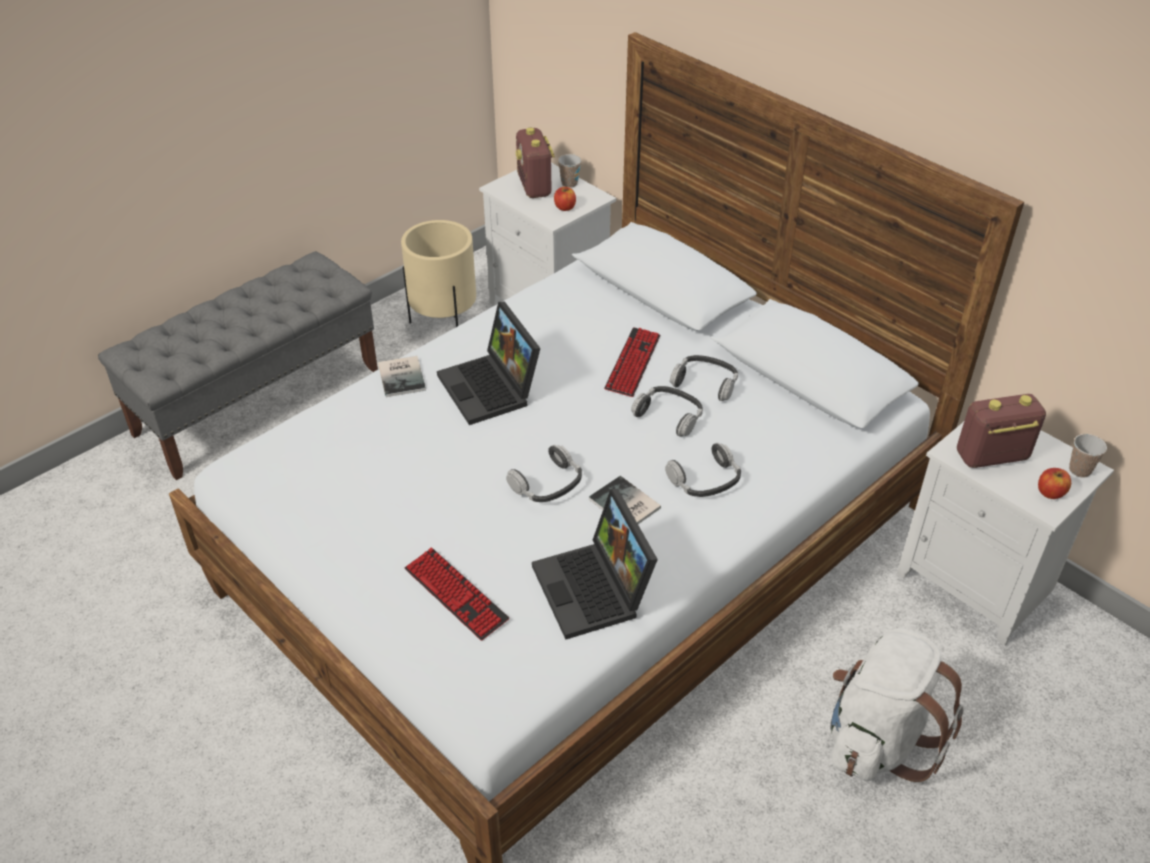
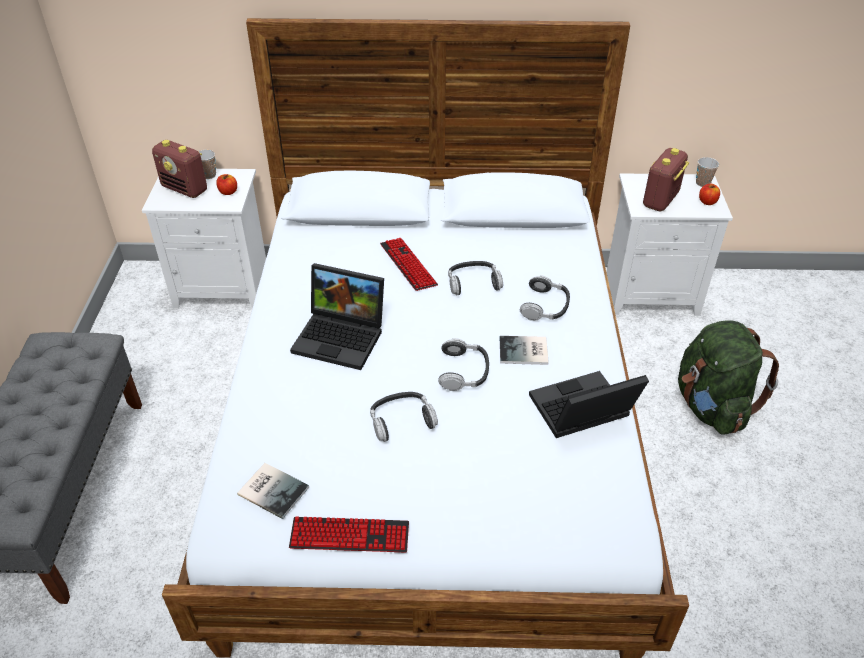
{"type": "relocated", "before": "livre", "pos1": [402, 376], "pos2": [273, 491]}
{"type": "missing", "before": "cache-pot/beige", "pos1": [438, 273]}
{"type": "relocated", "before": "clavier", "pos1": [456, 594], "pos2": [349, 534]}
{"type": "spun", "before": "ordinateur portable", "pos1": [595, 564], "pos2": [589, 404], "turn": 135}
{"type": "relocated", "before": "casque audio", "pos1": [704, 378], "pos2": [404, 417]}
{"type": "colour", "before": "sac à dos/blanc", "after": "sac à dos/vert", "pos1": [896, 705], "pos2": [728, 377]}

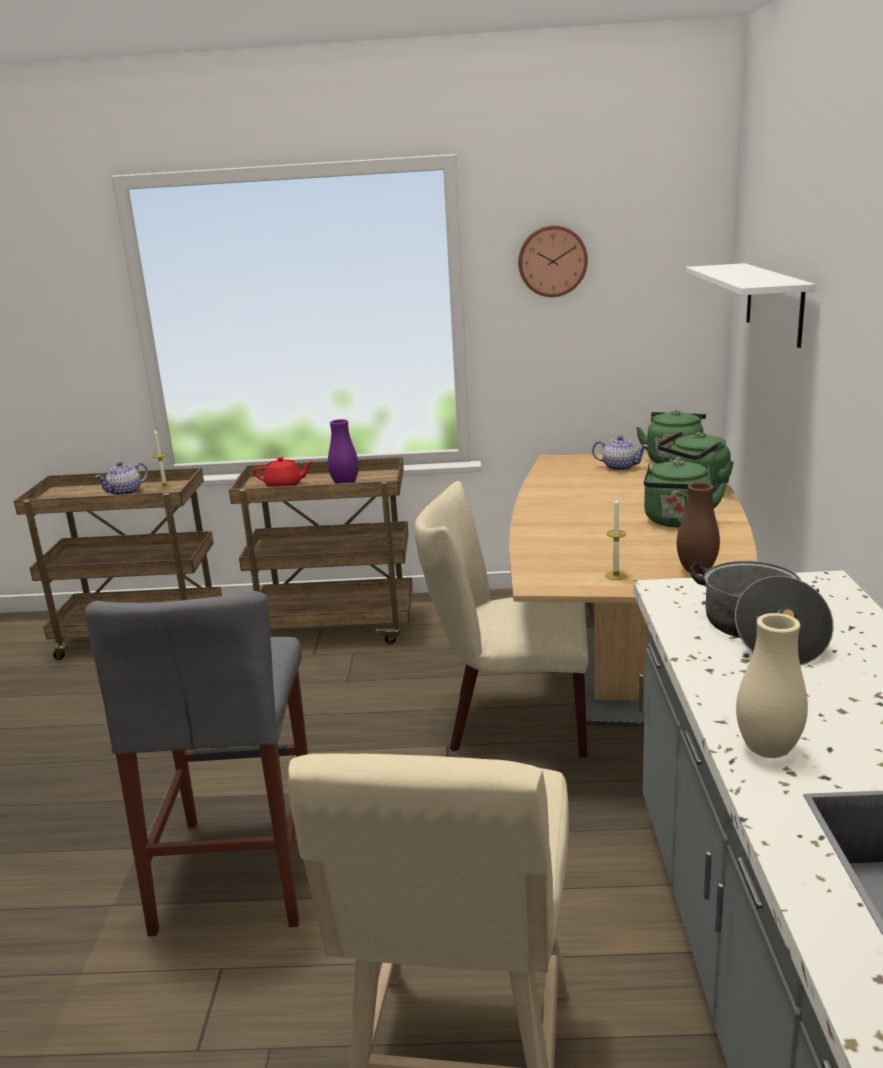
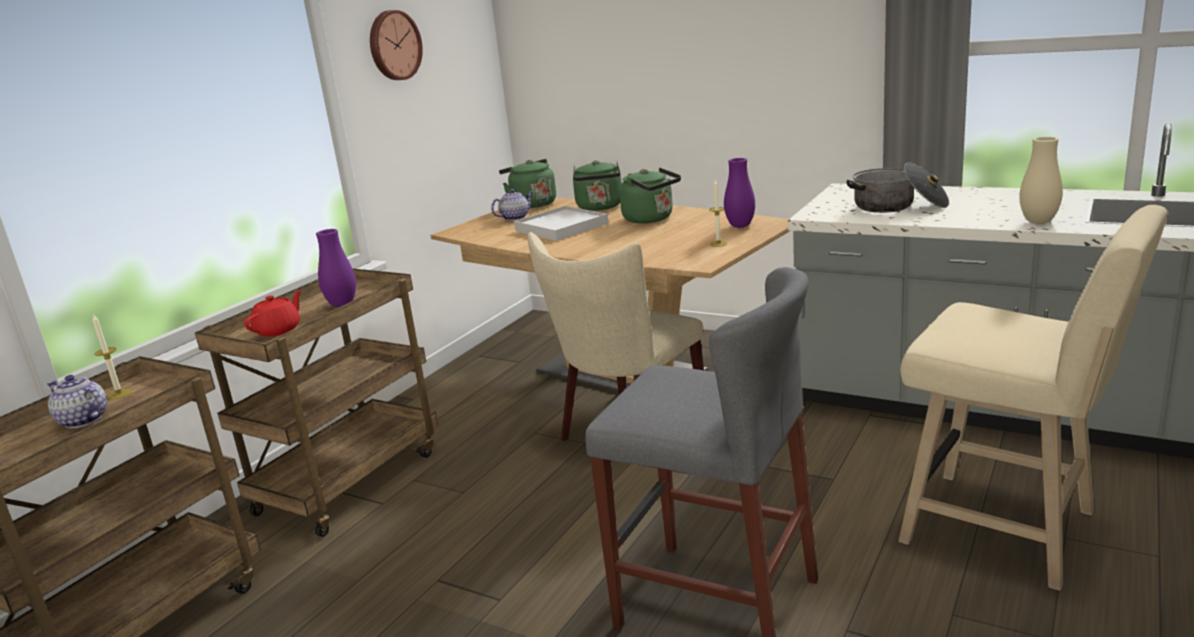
{"type": "spun", "before": "théière", "pos1": [121, 478], "pos2": [77, 401], "turn": 135}
{"type": "colour", "before": "vase/marron", "after": "vase/violet", "pos1": [698, 528], "pos2": [739, 193]}
{"type": "missing", "before": "étagère/blanc", "pos1": [750, 305]}
{"type": "appeared", "after": "plateau/blanc", "pos2": [561, 223]}

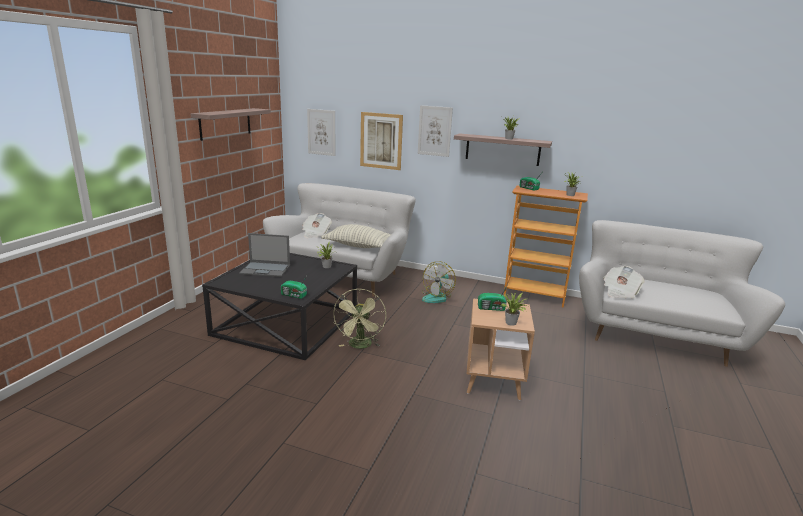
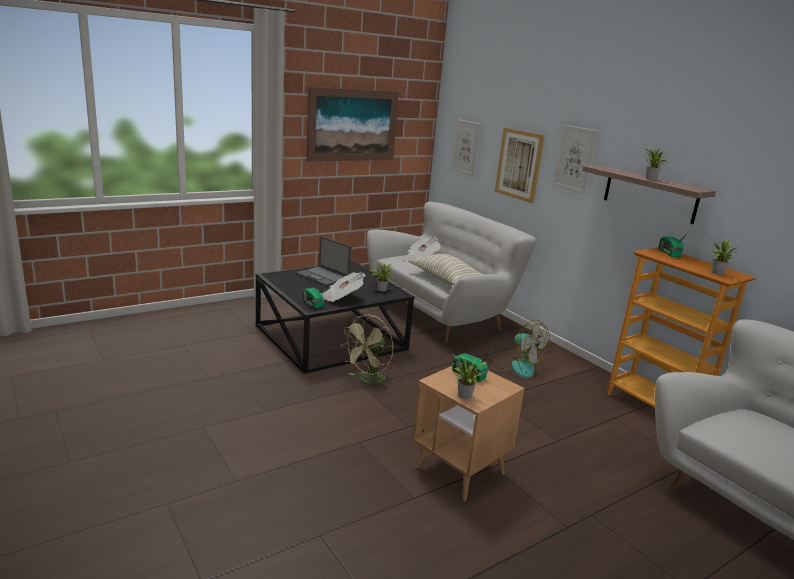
{"type": "exchanged", "before": "étagère", "after": "tableau", "pos1": [231, 124], "pos2": [352, 124]}
{"type": "spun", "before": "ventilateur", "pos1": [439, 282], "pos2": [521, 349], "turn": -105}
{"type": "relocated", "before": "journal", "pos1": [623, 282], "pos2": [344, 287]}

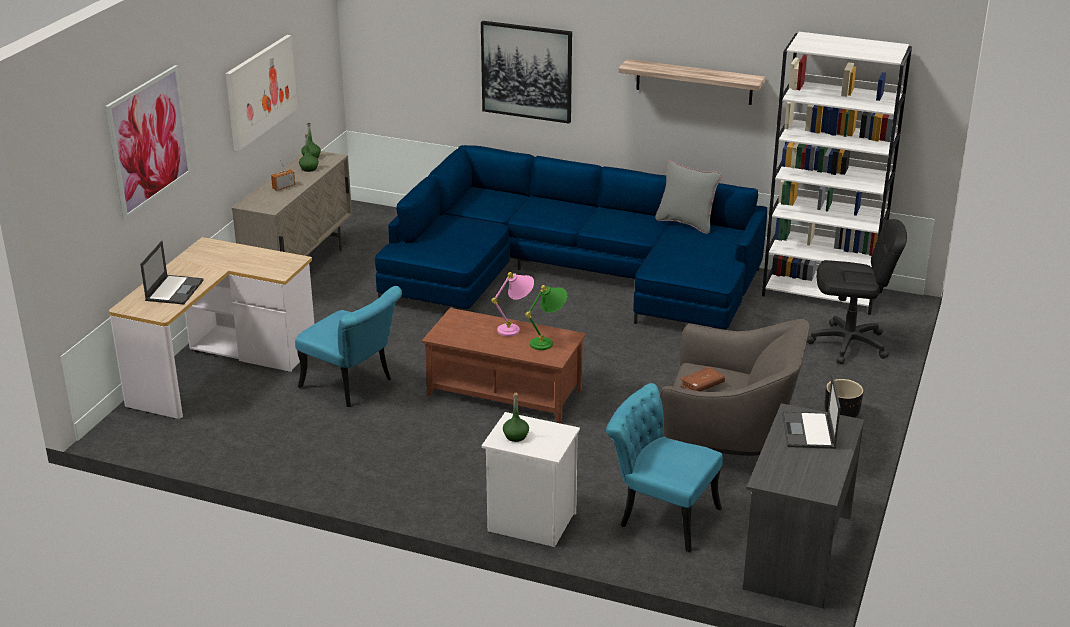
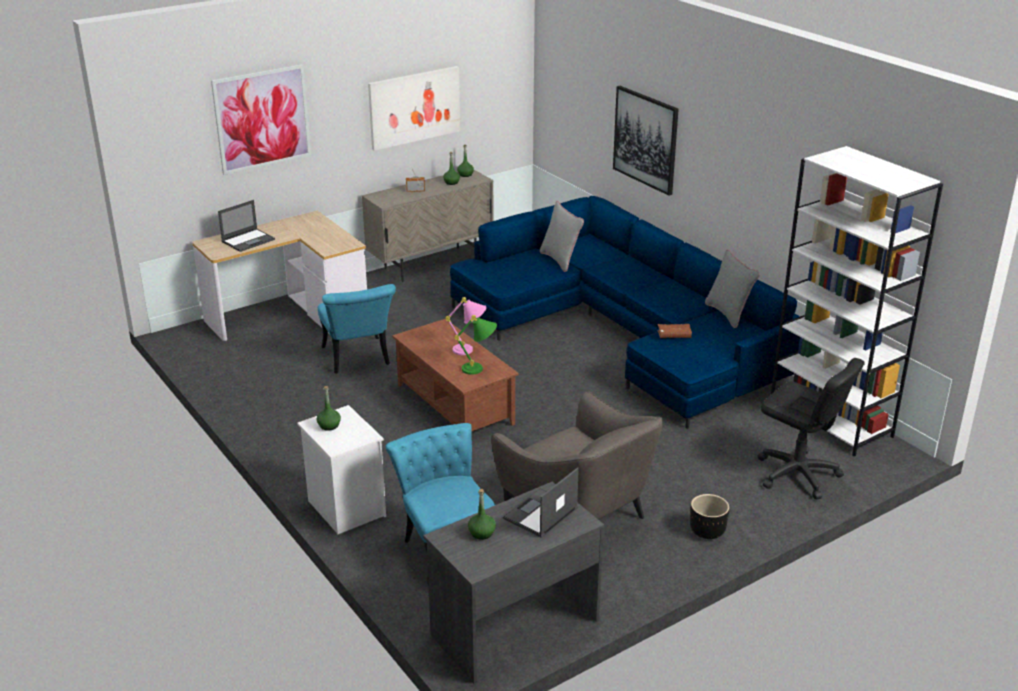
{"type": "missing", "before": "étagère", "pos1": [691, 82]}
{"type": "relocated", "before": "livre/marron", "pos1": [702, 379], "pos2": [675, 331]}
{"type": "appeared", "after": "bouteille/vert", "pos2": [482, 514]}
{"type": "appeared", "after": "coussin/gris", "pos2": [562, 236]}

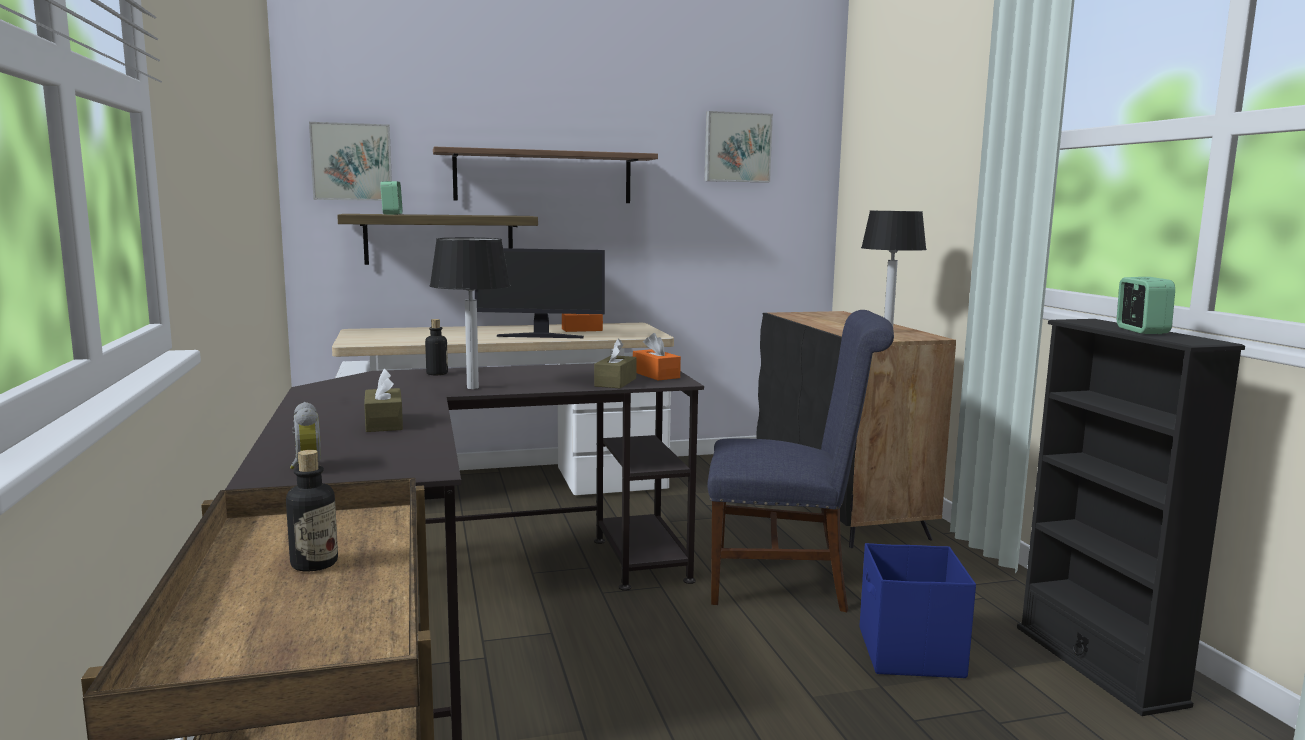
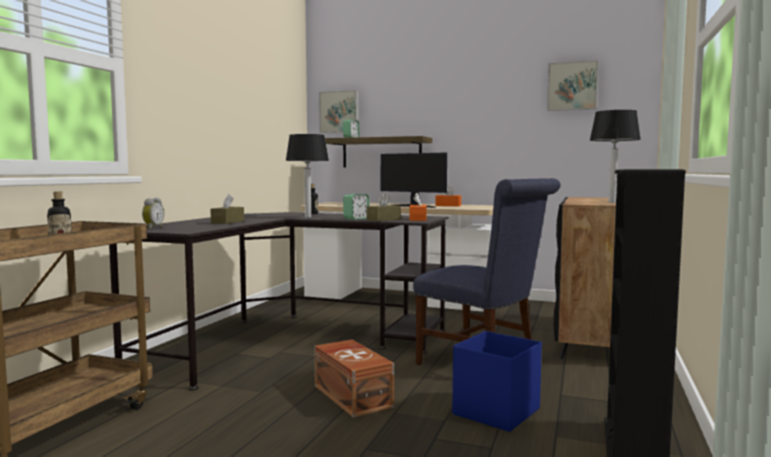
{"type": "missing", "before": "étagère", "pos1": [545, 175]}
{"type": "relocated", "before": "réveil", "pos1": [1146, 305], "pos2": [356, 207]}
{"type": "appeared", "after": "boîte de rangement/marron", "pos2": [354, 378]}

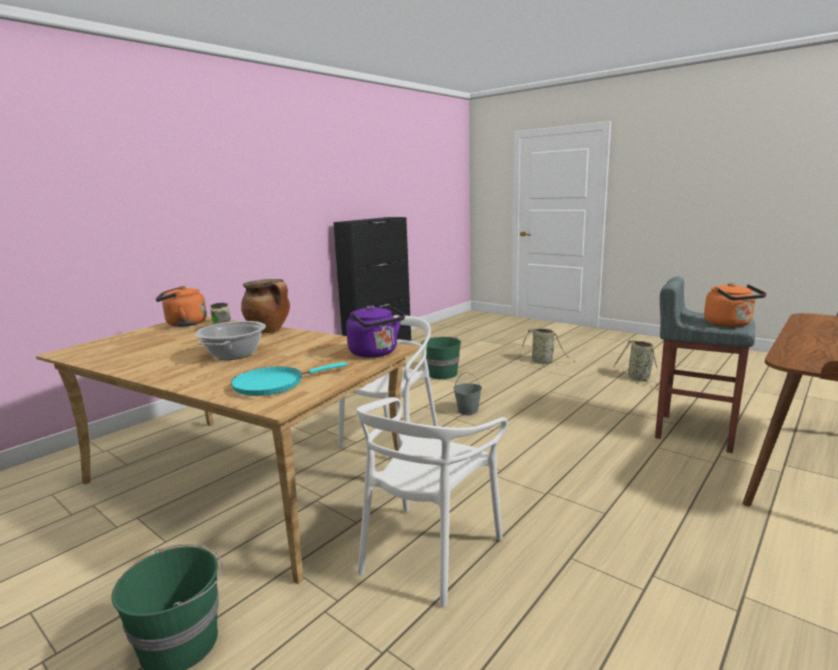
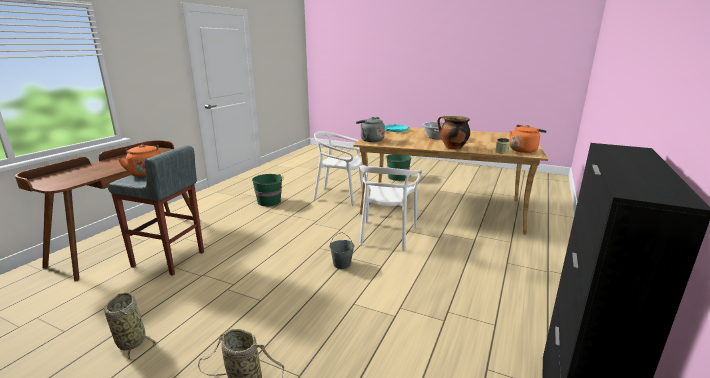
{"type": "colour", "before": "bouilloire/violet", "after": "bouilloire/gris", "pos1": [375, 331], "pos2": [370, 129]}
{"type": "spun", "before": "chaise/blanc", "pos1": [432, 502], "pos2": [338, 168], "turn": -90}
{"type": "relocated", "before": "seau/vert", "pos1": [440, 358], "pos2": [268, 190]}

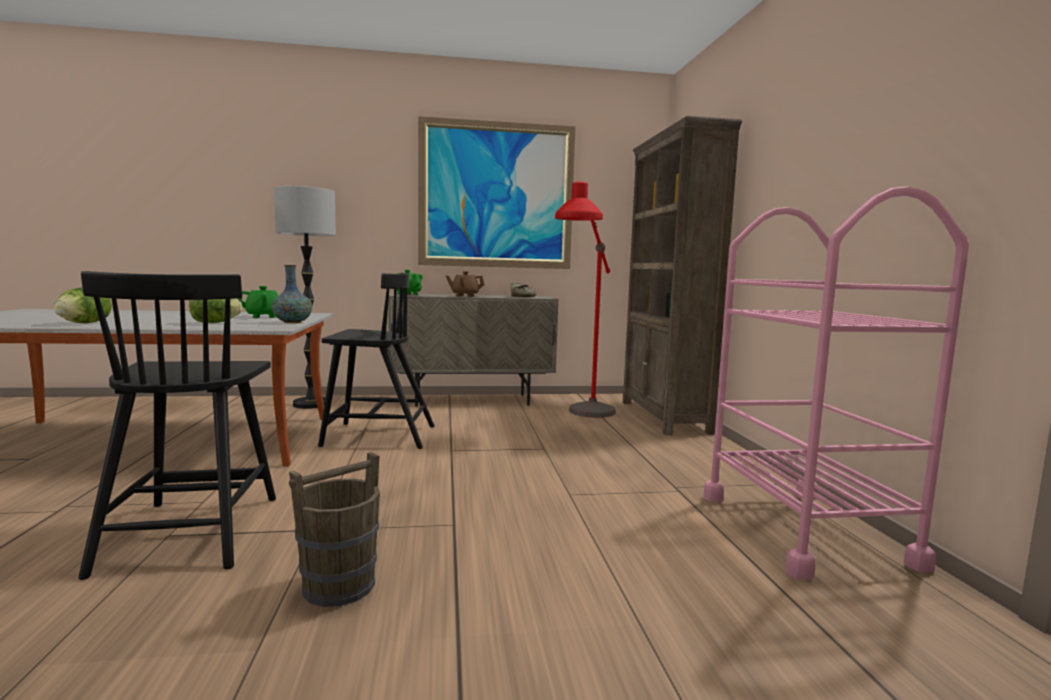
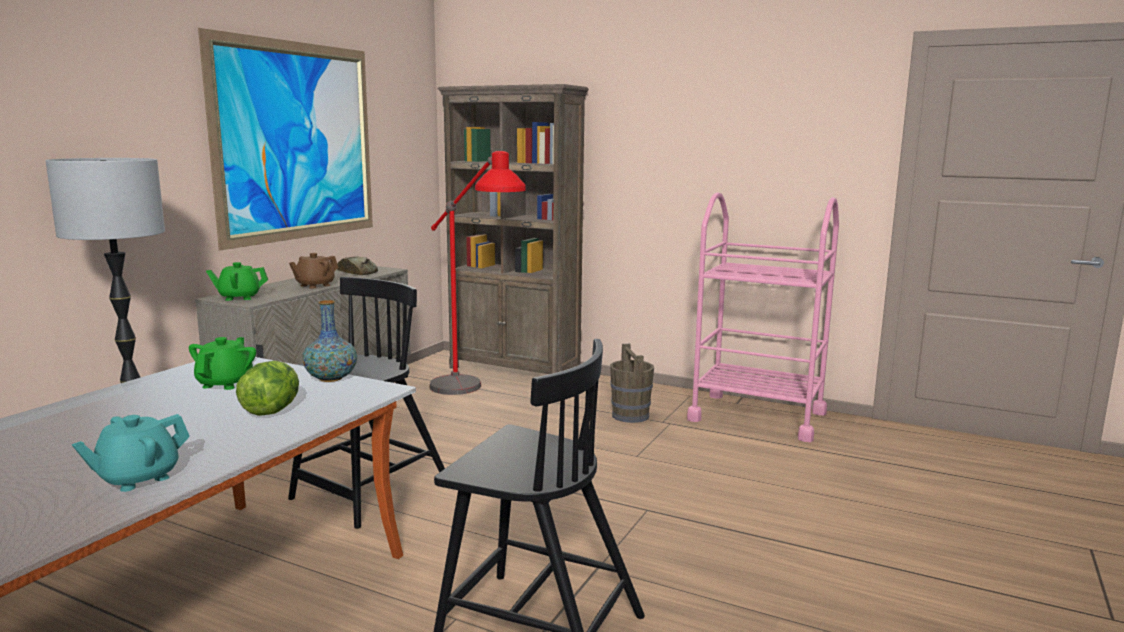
{"type": "exchanged", "before": "laitue", "after": "théière/turquoise", "pos1": [83, 305], "pos2": [131, 453]}
{"type": "relocated", "before": "seau/marron", "pos1": [334, 529], "pos2": [632, 383]}

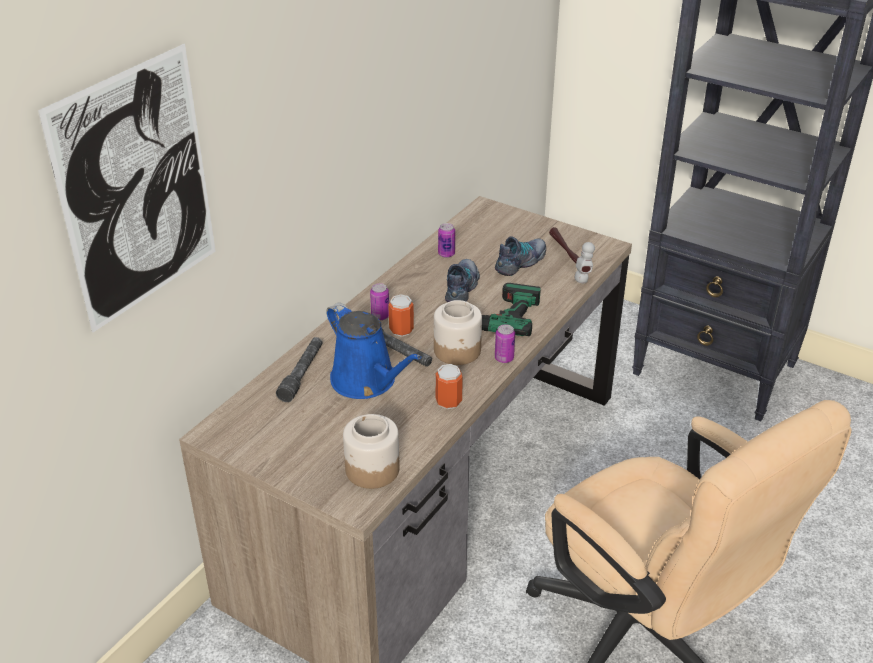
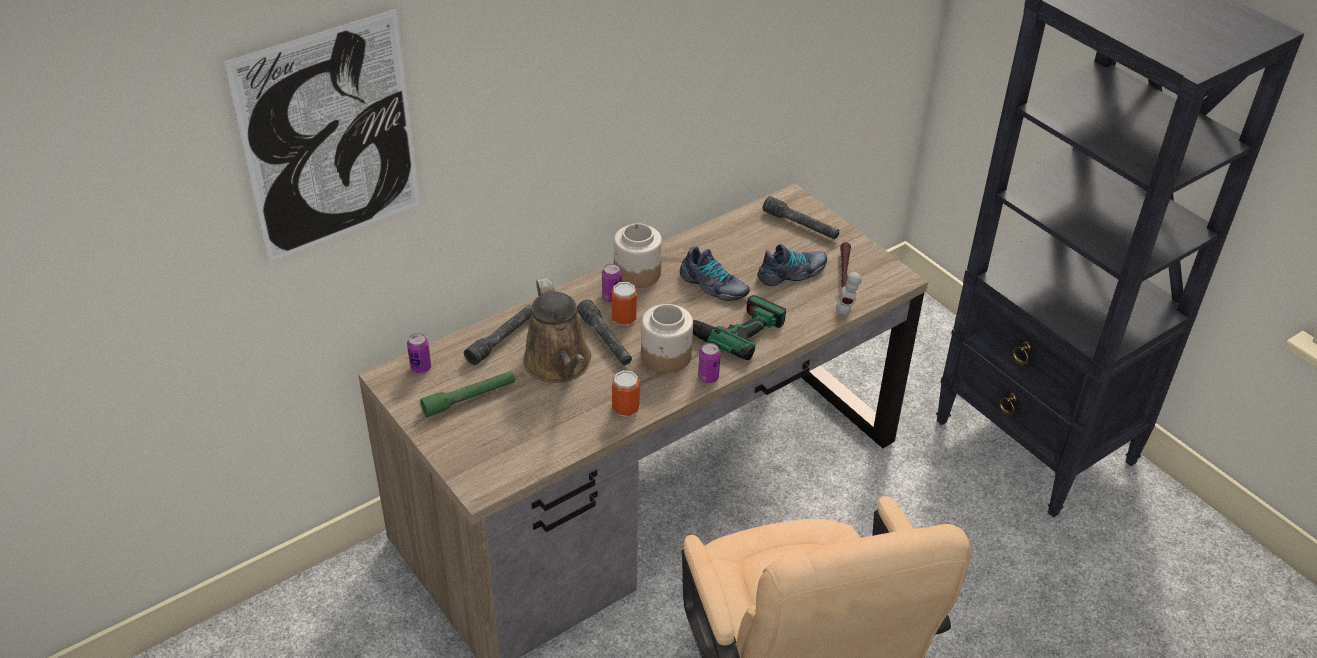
{"type": "colour", "before": "arrosoir/bleu", "after": "arrosoir/marron", "pos1": [374, 350], "pos2": [557, 330]}
{"type": "relocated", "before": "bocal", "pos1": [371, 451], "pos2": [638, 255]}
{"type": "relocated", "before": "boîte métallique", "pos1": [446, 240], "pos2": [419, 353]}
{"type": "spun", "before": "chaussure", "pos1": [462, 280], "pos2": [715, 273], "turn": 90}
{"type": "appeared", "after": "lampe de poche/vert", "pos2": [467, 394]}
{"type": "appeared", "after": "lampe de poche/gris", "pos2": [801, 217]}

